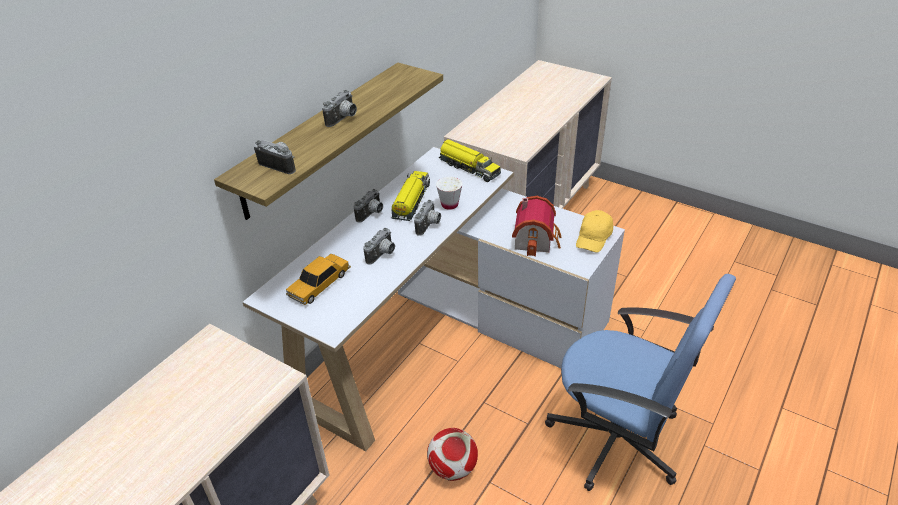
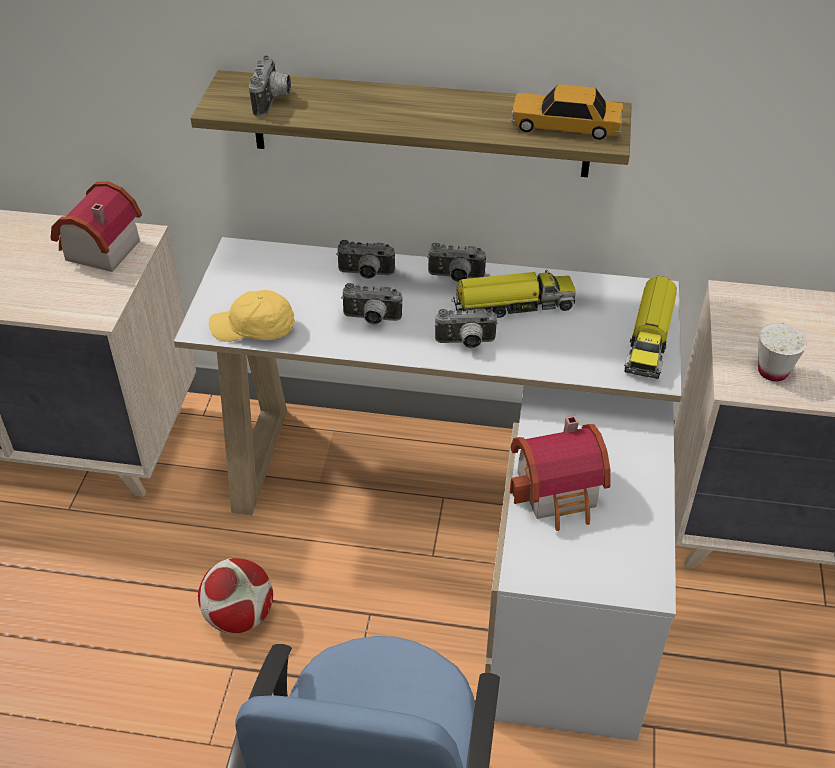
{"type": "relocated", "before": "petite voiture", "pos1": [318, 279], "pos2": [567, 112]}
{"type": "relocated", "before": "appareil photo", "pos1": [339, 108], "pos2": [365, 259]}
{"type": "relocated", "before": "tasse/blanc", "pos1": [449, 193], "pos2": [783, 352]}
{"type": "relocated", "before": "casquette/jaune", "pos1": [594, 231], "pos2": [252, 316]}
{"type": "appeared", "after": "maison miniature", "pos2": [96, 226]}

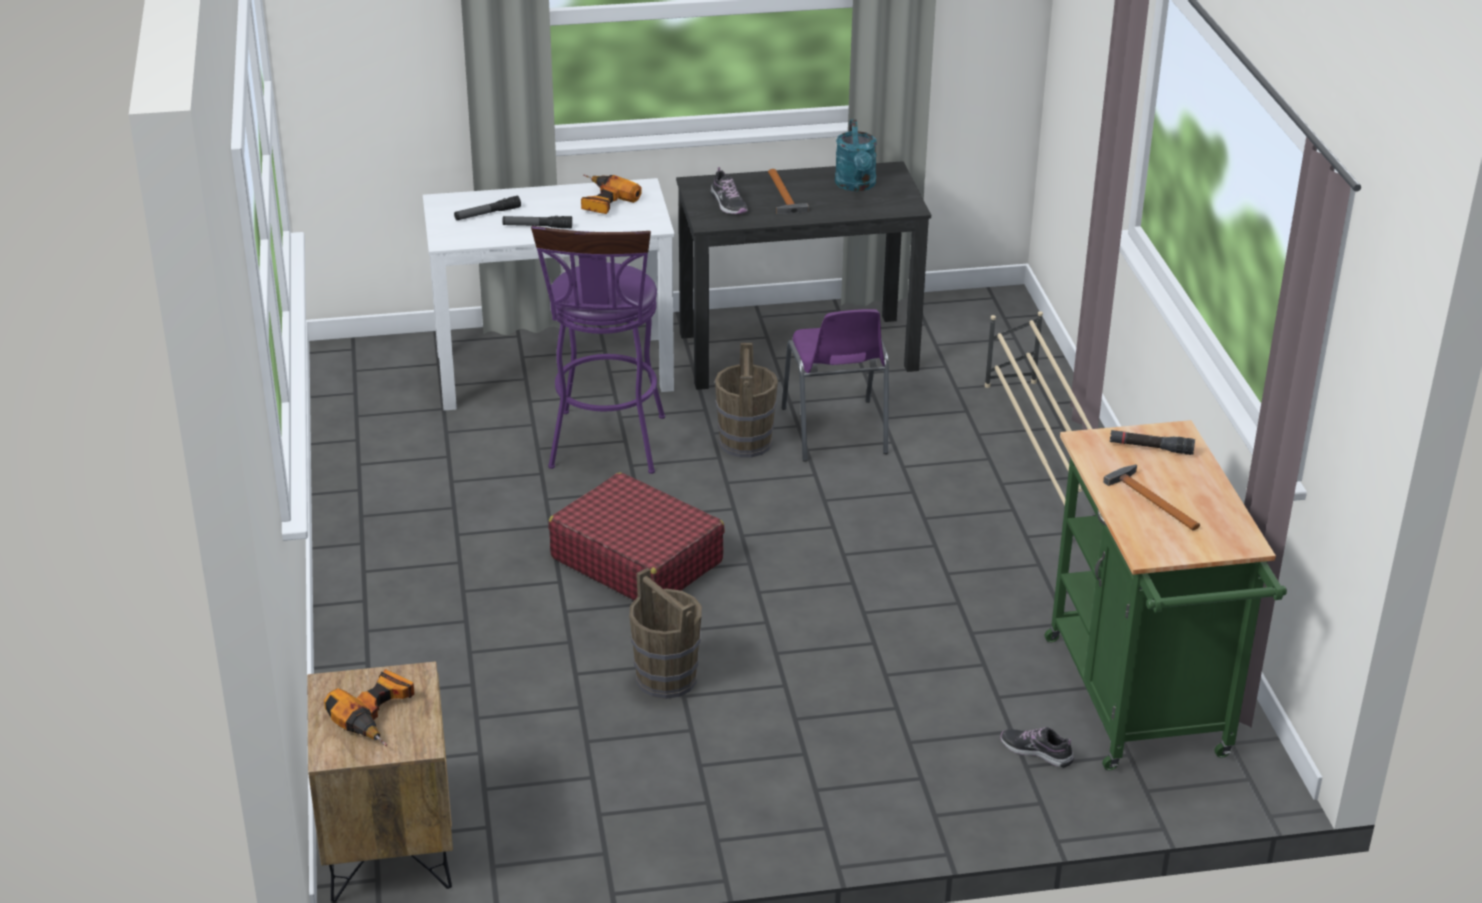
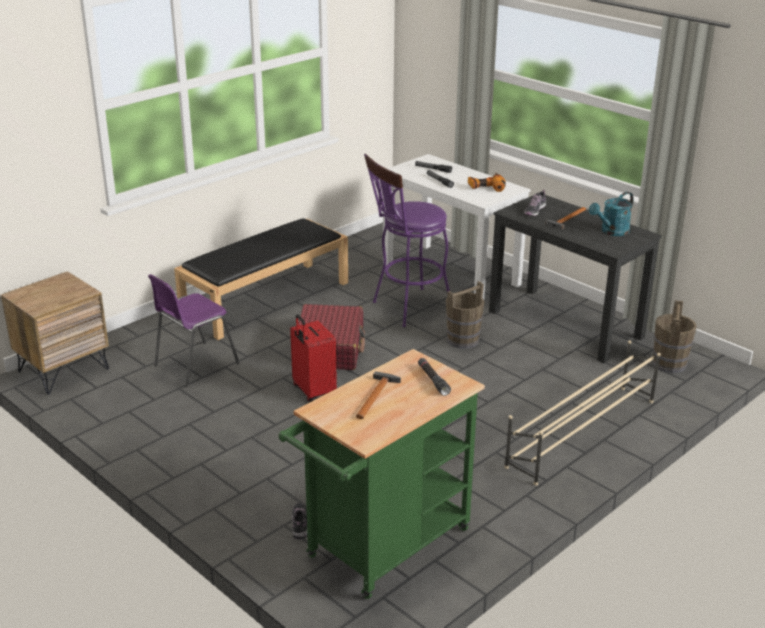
{"type": "missing", "before": "perceuse", "pos1": [369, 707]}
{"type": "relocated", "before": "seau/marron", "pos1": [665, 633], "pos2": [674, 336]}
{"type": "relocated", "before": "chaise/violet", "pos1": [835, 385], "pos2": [194, 330]}
{"type": "appeared", "after": "banc/noir", "pos2": [261, 279]}
{"type": "appeared", "after": "valise/rouge", "pos2": [313, 358]}

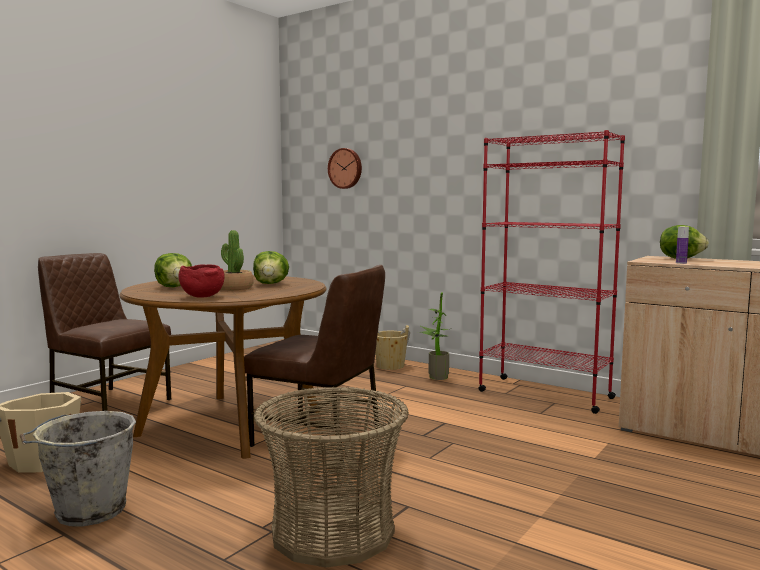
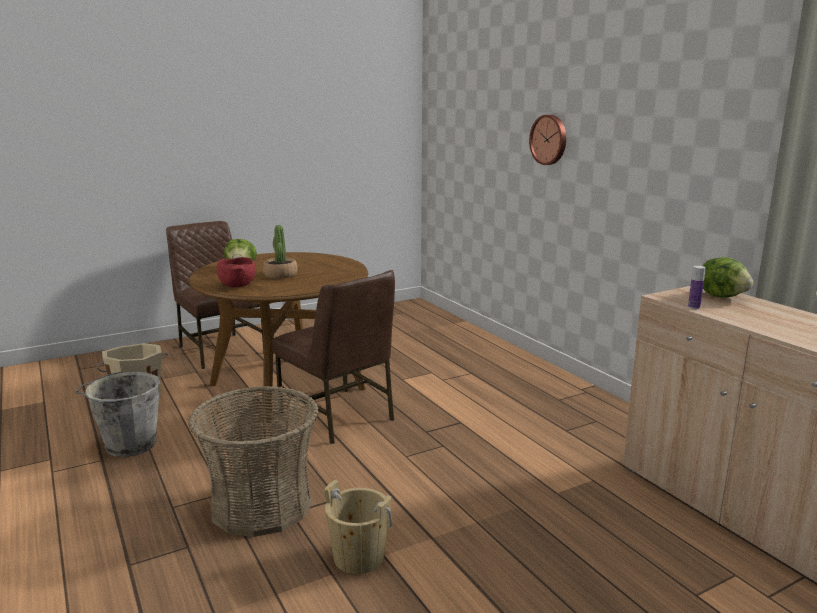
{"type": "missing", "before": "laitue", "pos1": [271, 267]}
{"type": "relocated", "before": "horloge murale", "pos1": [345, 168], "pos2": [547, 140]}
{"type": "relocated", "before": "seau/beige", "pos1": [392, 347], "pos2": [358, 527]}
{"type": "missing", "before": "plante en pot", "pos1": [435, 336]}
{"type": "missing", "before": "bibliothèque/rouge", "pos1": [551, 272]}

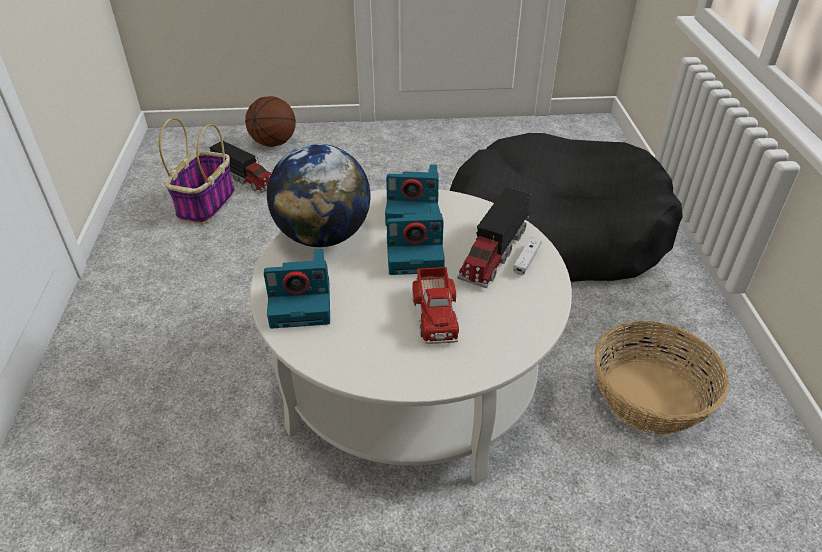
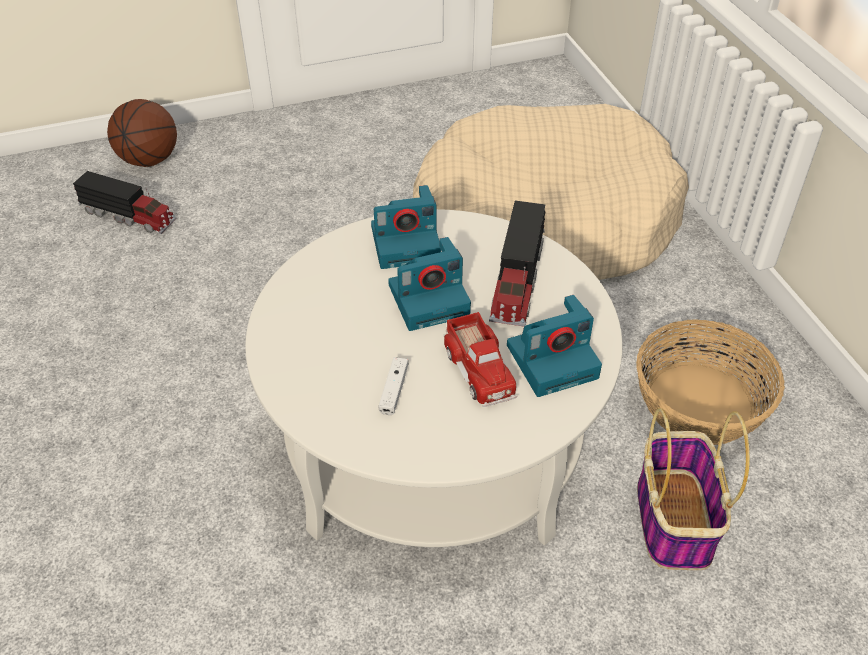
{"type": "relocated", "before": "panier", "pos1": [197, 171], "pos2": [693, 489]}
{"type": "relocated", "before": "appareil photo", "pos1": [297, 289], "pos2": [554, 346]}
{"type": "missing", "before": "globe", "pos1": [318, 195]}
{"type": "colour", "before": "panier pour chien/noir", "after": "panier pour chien/beige", "pos1": [566, 207], "pos2": [551, 192]}
{"type": "relocated", "before": "manette/blanc", "pos1": [527, 256], "pos2": [393, 386]}

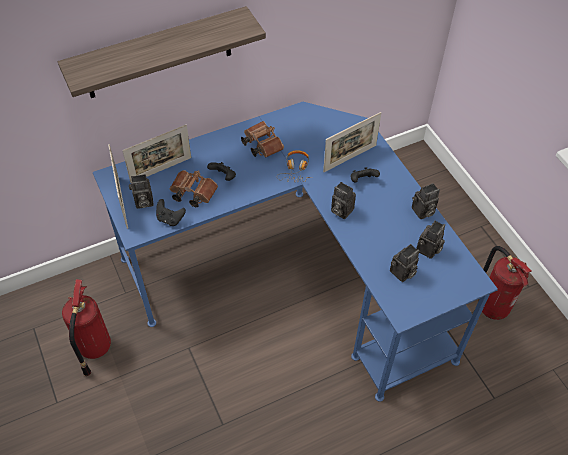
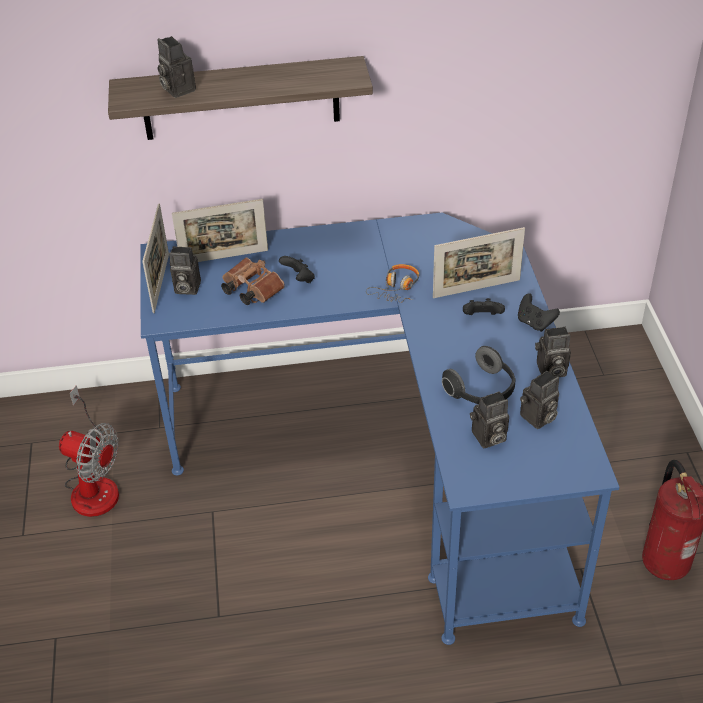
{"type": "exchanged", "before": "extincteur", "after": "ventilateur", "pos1": [86, 327], "pos2": [89, 451]}
{"type": "relocated", "before": "manette/noir", "pos1": [171, 212], "pos2": [539, 312]}
{"type": "missing", "before": "jumelles/marron", "pos1": [262, 139]}
{"type": "relocated", "before": "appareil photo", "pos1": [343, 200], "pos2": [176, 67]}
{"type": "appeared", "after": "casque audio", "pos2": [479, 375]}

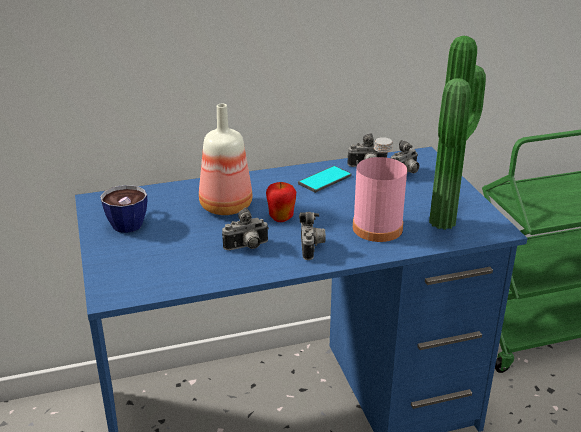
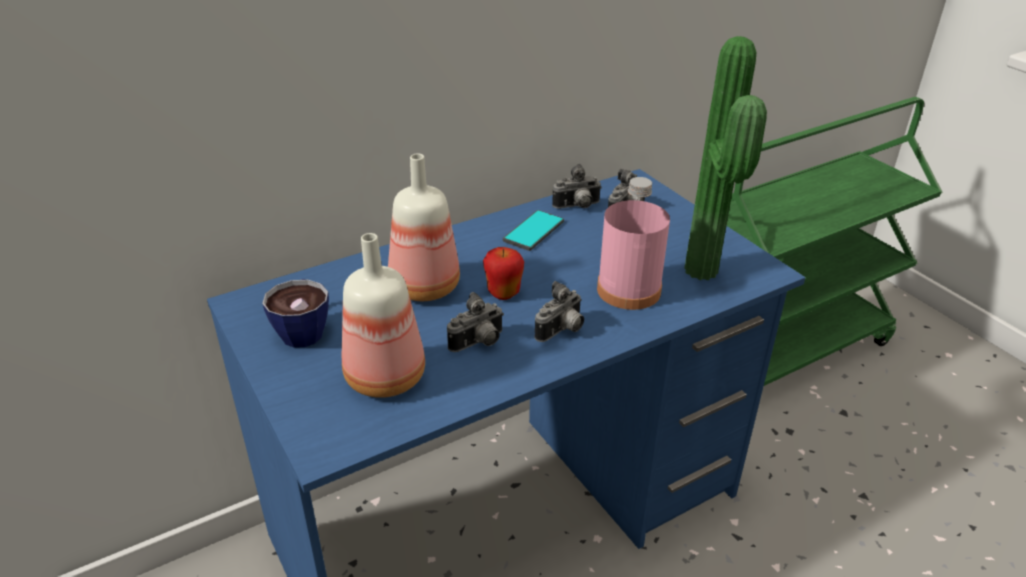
{"type": "spun", "before": "appareil photo", "pos1": [312, 236], "pos2": [559, 311], "turn": 60}
{"type": "appeared", "after": "bouteille", "pos2": [383, 315]}

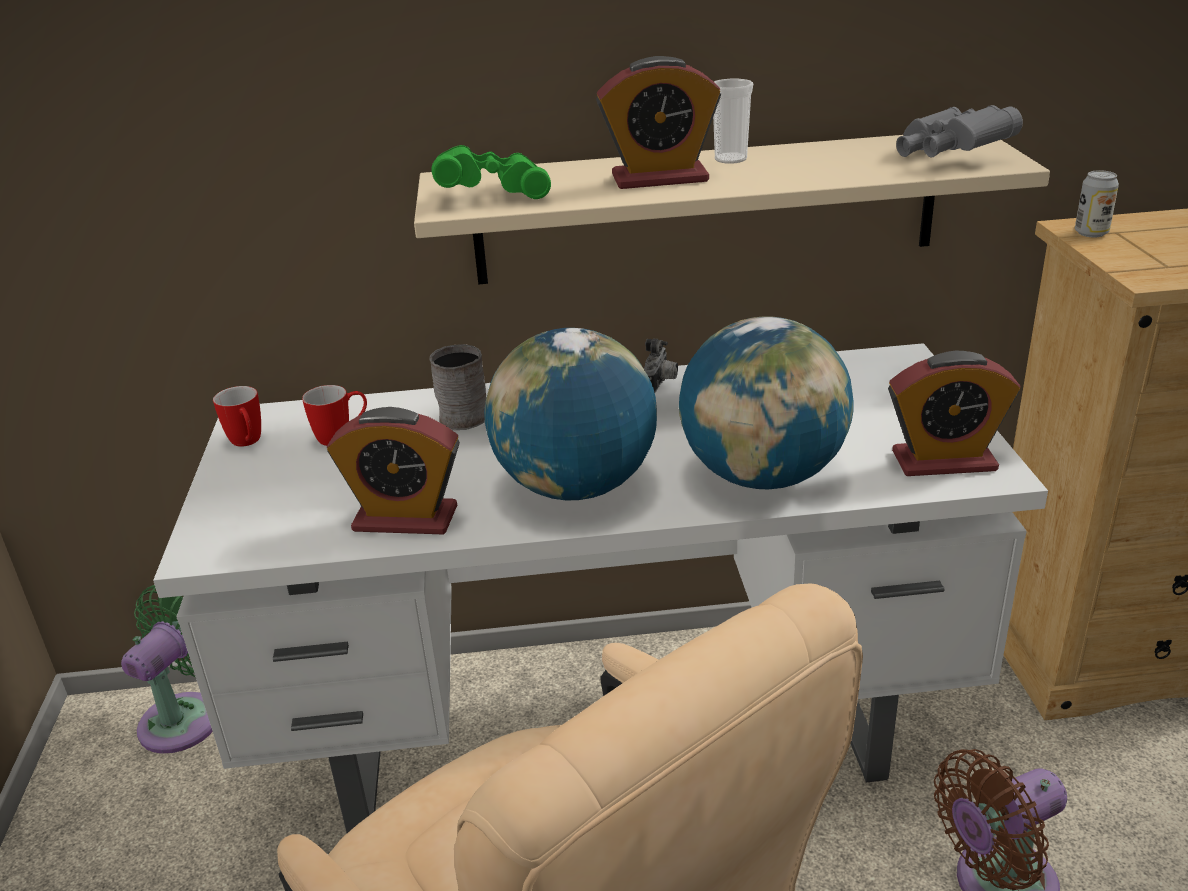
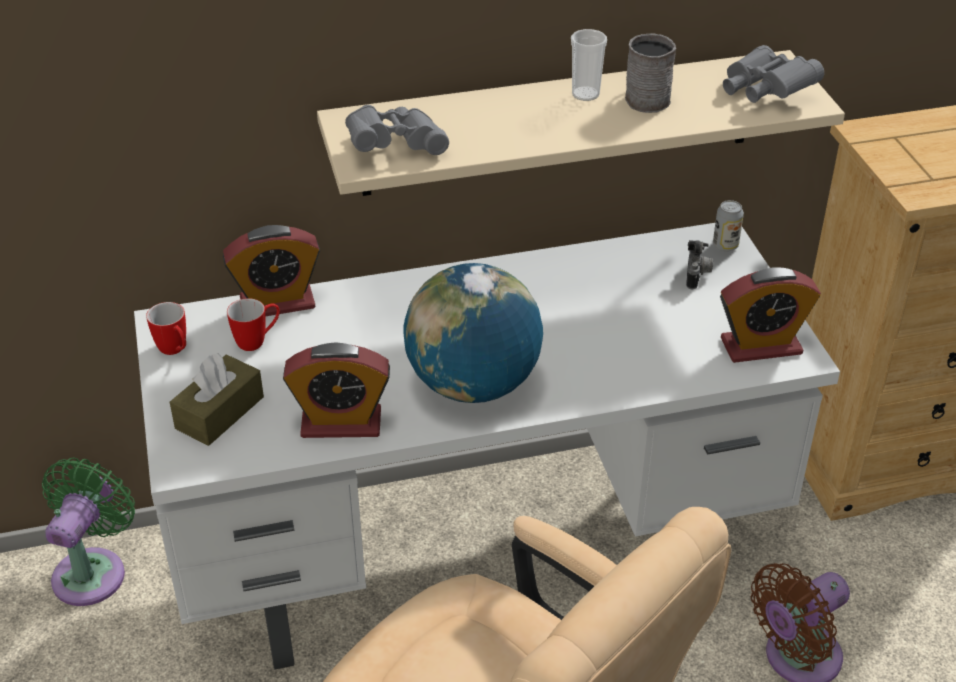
{"type": "relocated", "before": "mug/gris", "pos1": [458, 387], "pos2": [650, 73]}
{"type": "colour", "before": "jumelles/vert", "after": "jumelles/gris", "pos1": [491, 172], "pos2": [397, 130]}
{"type": "relocated", "before": "réveil", "pos1": [658, 122], "pos2": [271, 271]}
{"type": "relocated", "before": "appareil photo", "pos1": [661, 365], "pos2": [699, 264]}
{"type": "missing", "before": "globe", "pos1": [766, 402]}
{"type": "relocated", "before": "boîte métallique", "pos1": [1097, 203], "pos2": [728, 226]}
{"type": "appeared", "after": "boîte à mouchoirs/marron", "pos2": [217, 399]}

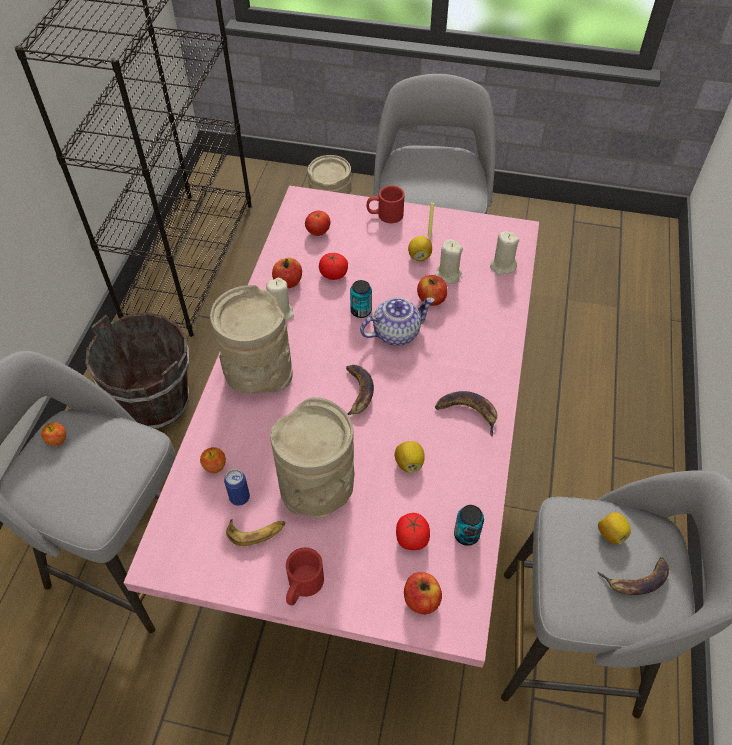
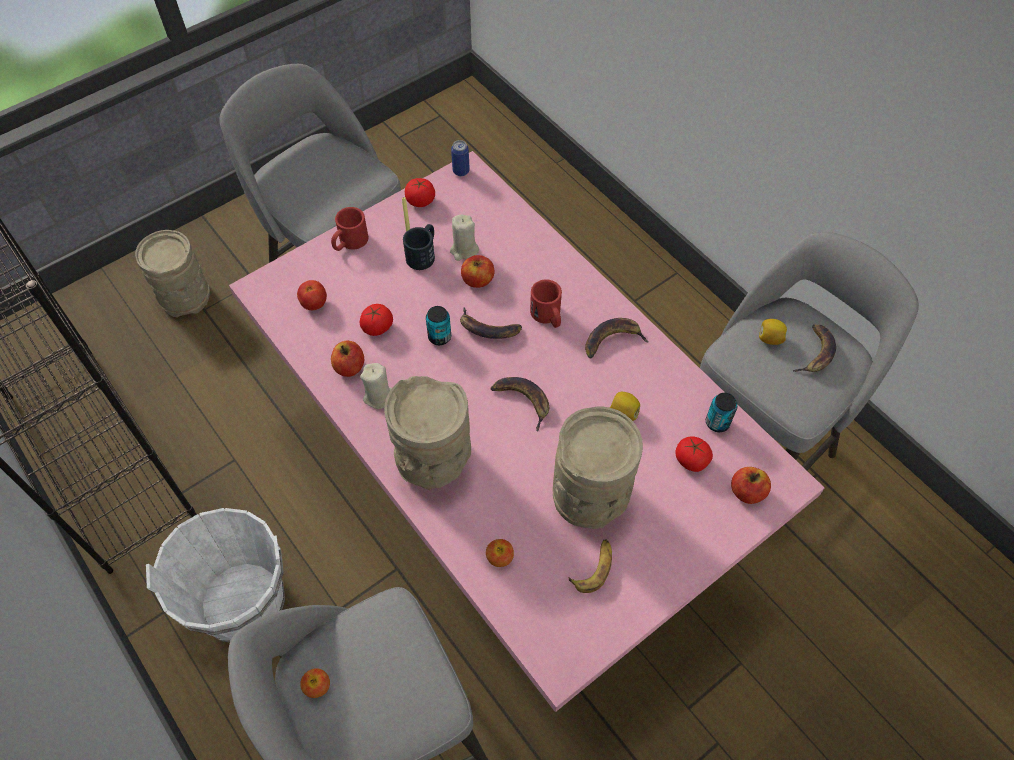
{"type": "colour", "before": "seau/marron", "after": "seau/blanc", "pos1": [137, 371], "pos2": [215, 575]}
{"type": "relocated", "before": "boîte métallique", "pos1": [237, 487], "pos2": [460, 158]}
{"type": "relocated", "before": "mug/rouge", "pos1": [305, 577], "pos2": [546, 304]}
{"type": "exchanged", "before": "théière", "after": "banane", "pos1": [397, 321], "pos2": [491, 323]}
{"type": "exchanged", "before": "citron", "after": "mug/noir", "pos1": [420, 248], "pos2": [419, 247]}
{"type": "missing", "before": "bougie/beige", "pos1": [504, 253]}
{"type": "appeared", "after": "tomate", "pos2": [420, 192]}

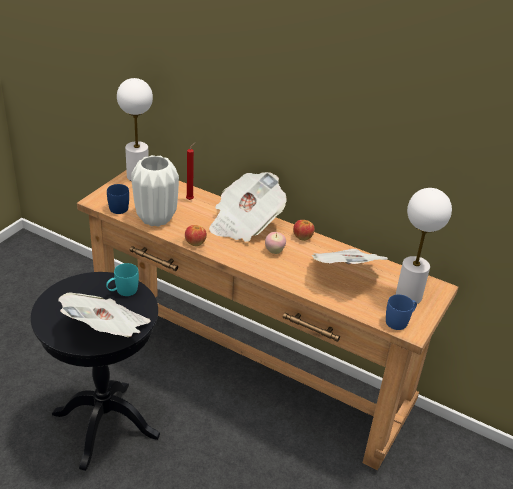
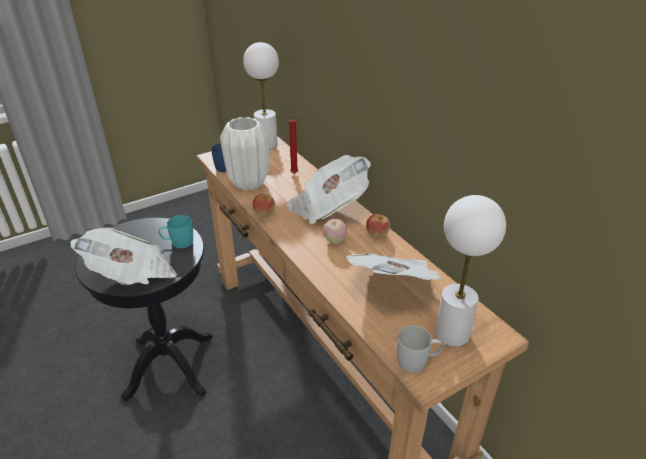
{"type": "colour", "before": "mug/bleu", "after": "mug/blanc", "pos1": [401, 312], "pos2": [420, 348]}

